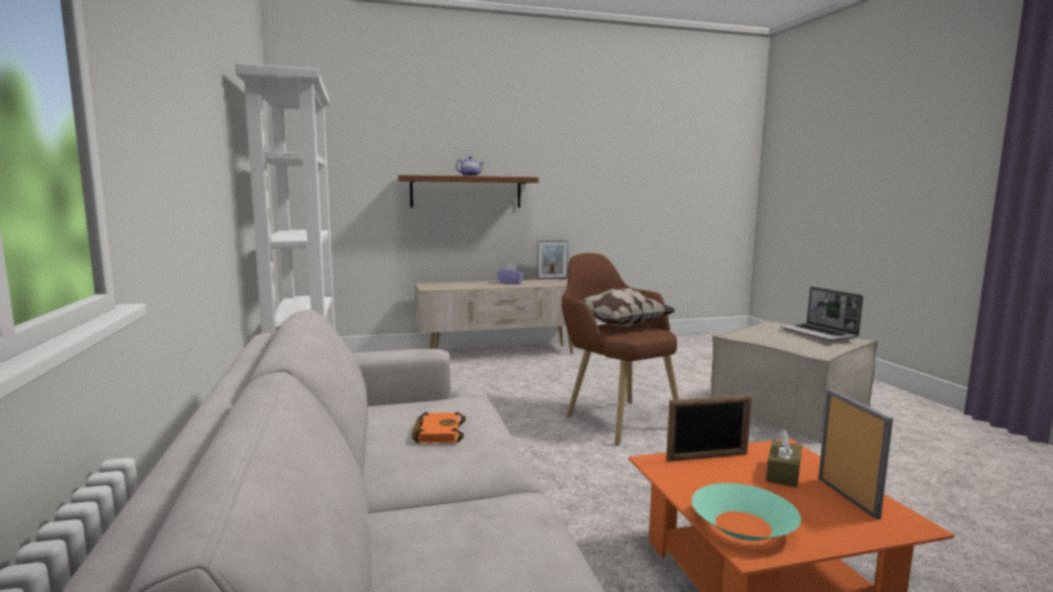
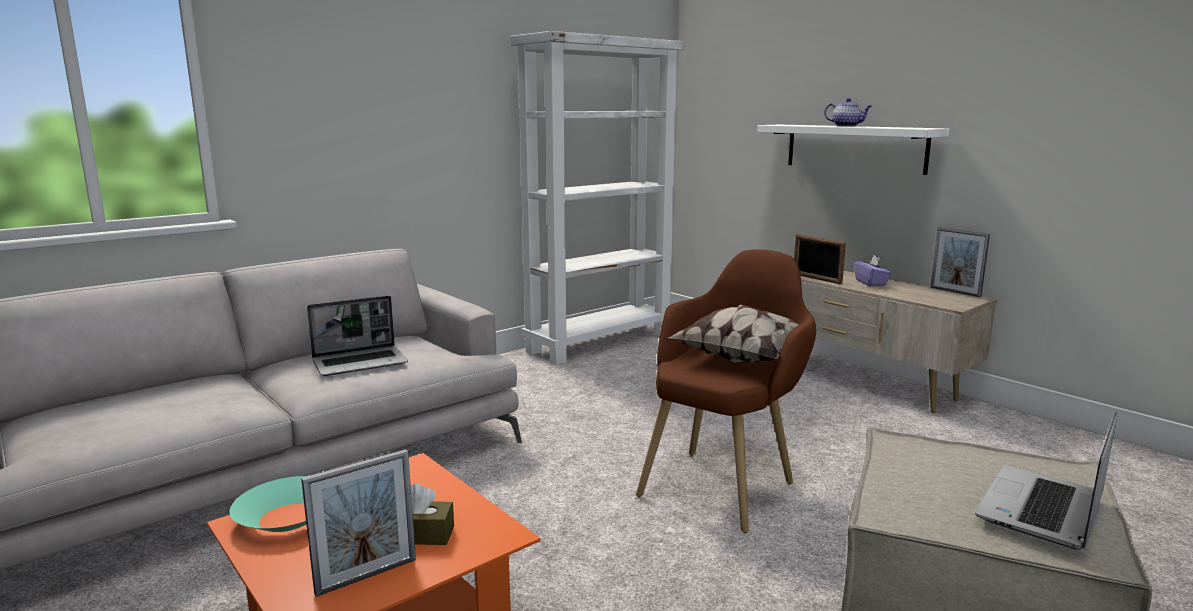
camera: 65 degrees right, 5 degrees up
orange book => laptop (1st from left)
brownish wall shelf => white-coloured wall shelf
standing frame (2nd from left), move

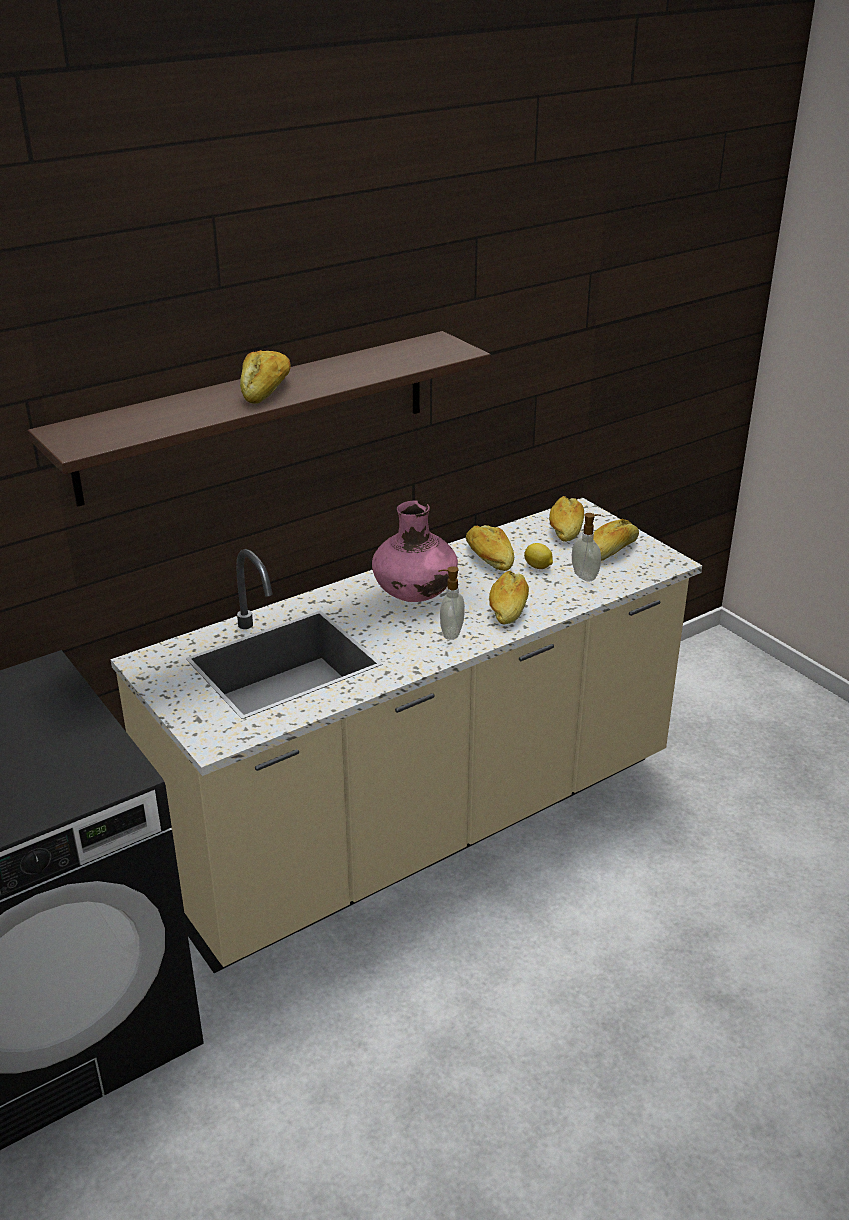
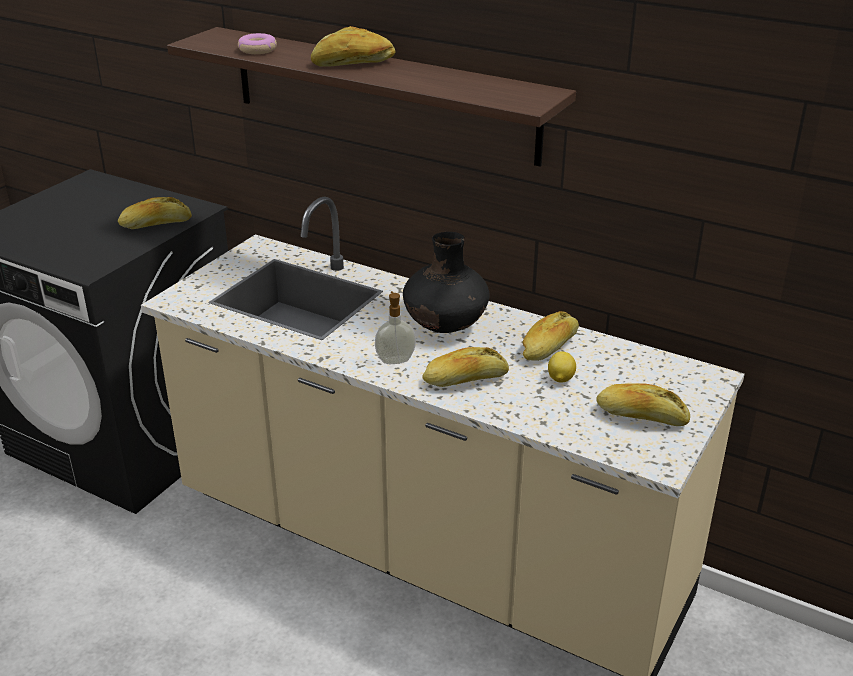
camera: 65 degrees right, 0 degrees up
bread (4th from left in the first image) => bread (1st from left), move
nothing => ring doughnut
pinkish decorative vase => blackish decorative vase
soap dispenser (2nd from left) => nothing

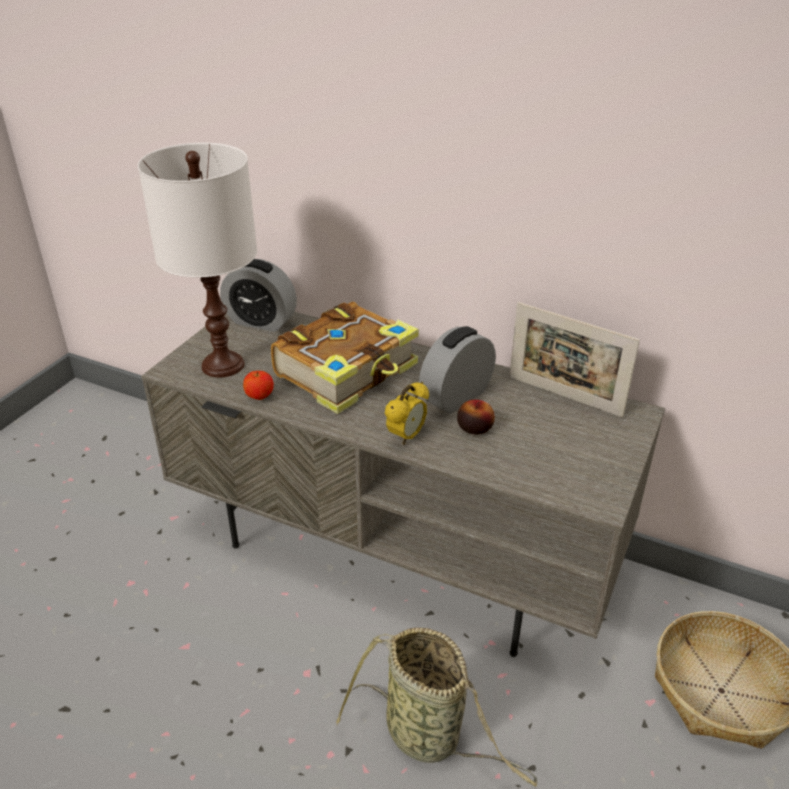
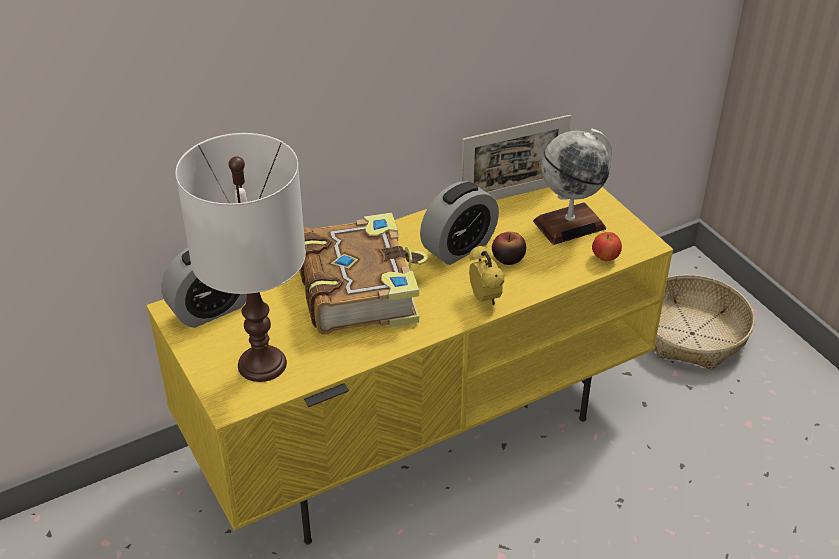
camera: 55 degrees left, 5 degrees up
greyish media console => yellow-coloured media console
alarm clock (3rd from left in the first image) => alarm clock (2nd from left), 120 degrees counterclockwise
nothing => globe
apple (1st from left in the first image) => apple (2nd from left), move
basket (1st from left) => nothing

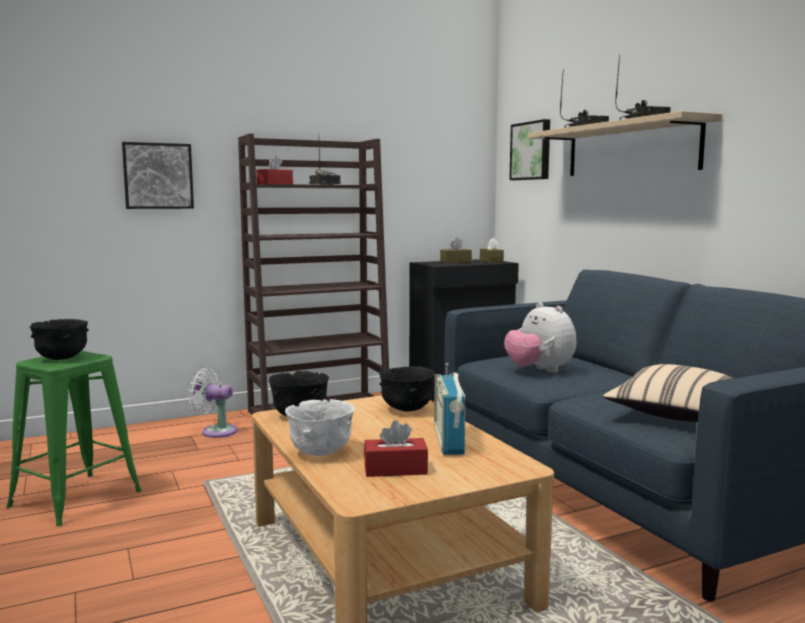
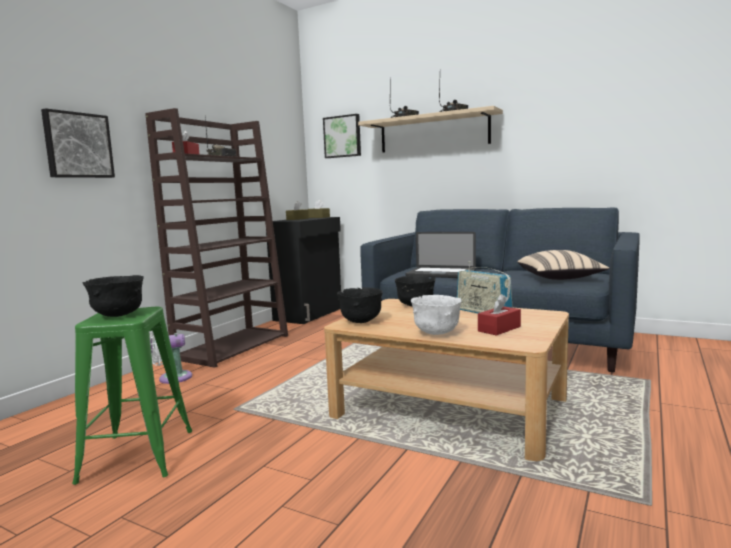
camera: 35 degrees left, 0 degrees up
soft toy => laptop

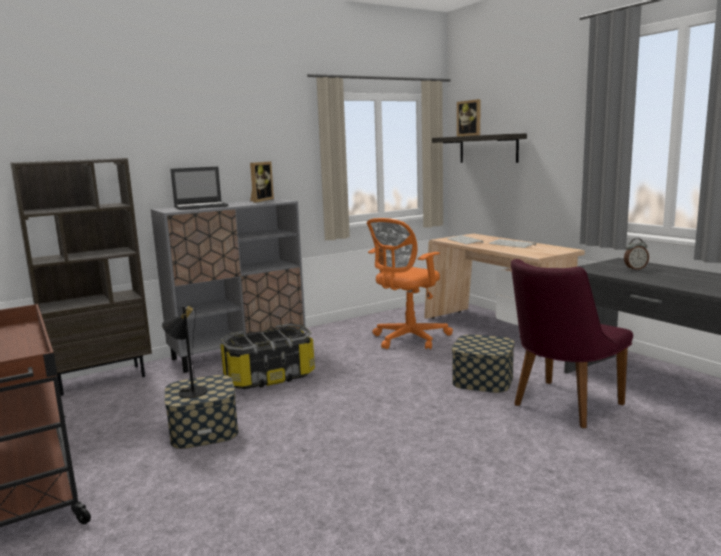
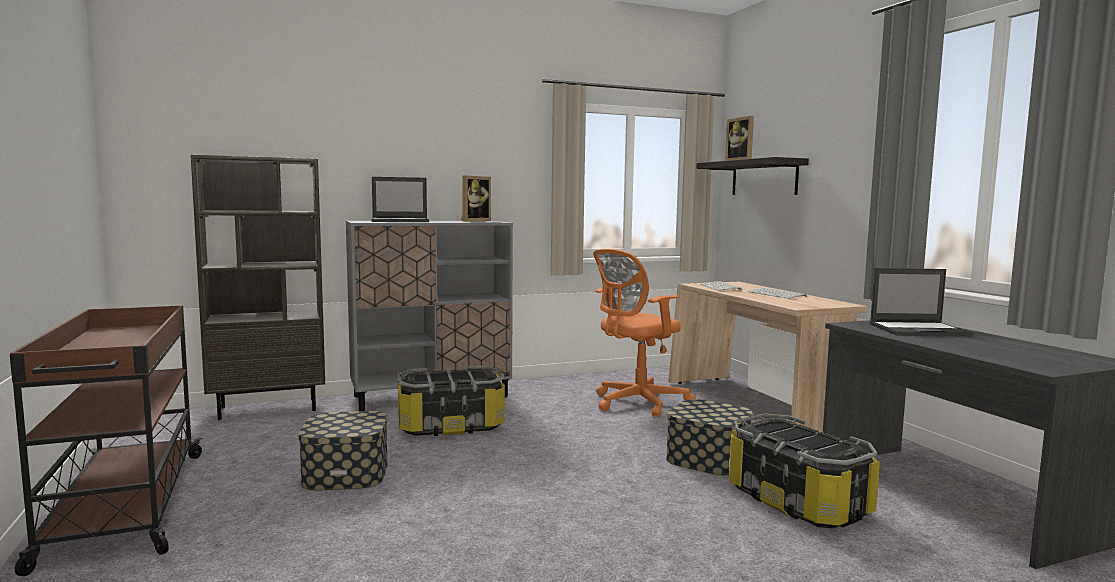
camera: 10 degrees right, 5 degrees down
purple chair => storage box (4th from left)
alarm clock => laptop (2nd from left)
blackish tabletop lamp => nothing

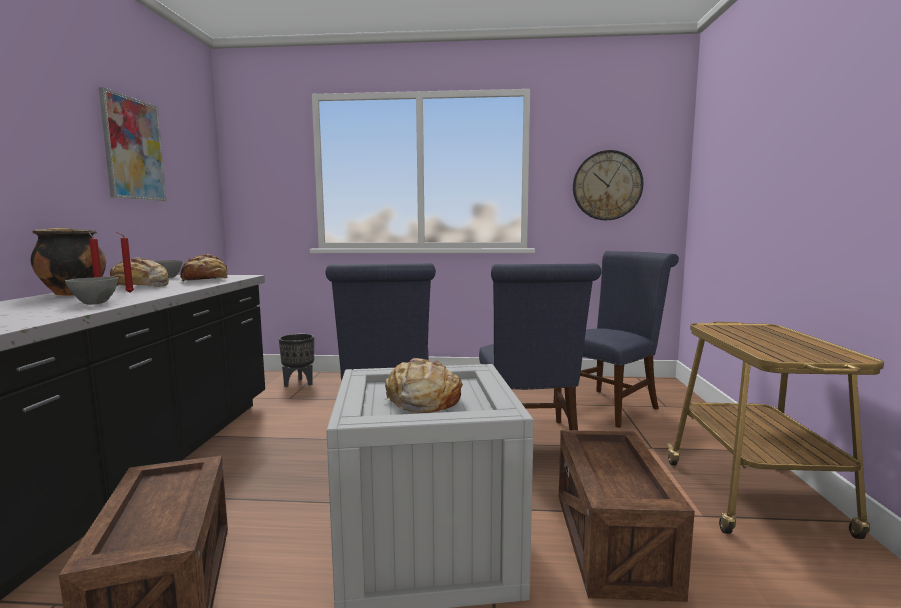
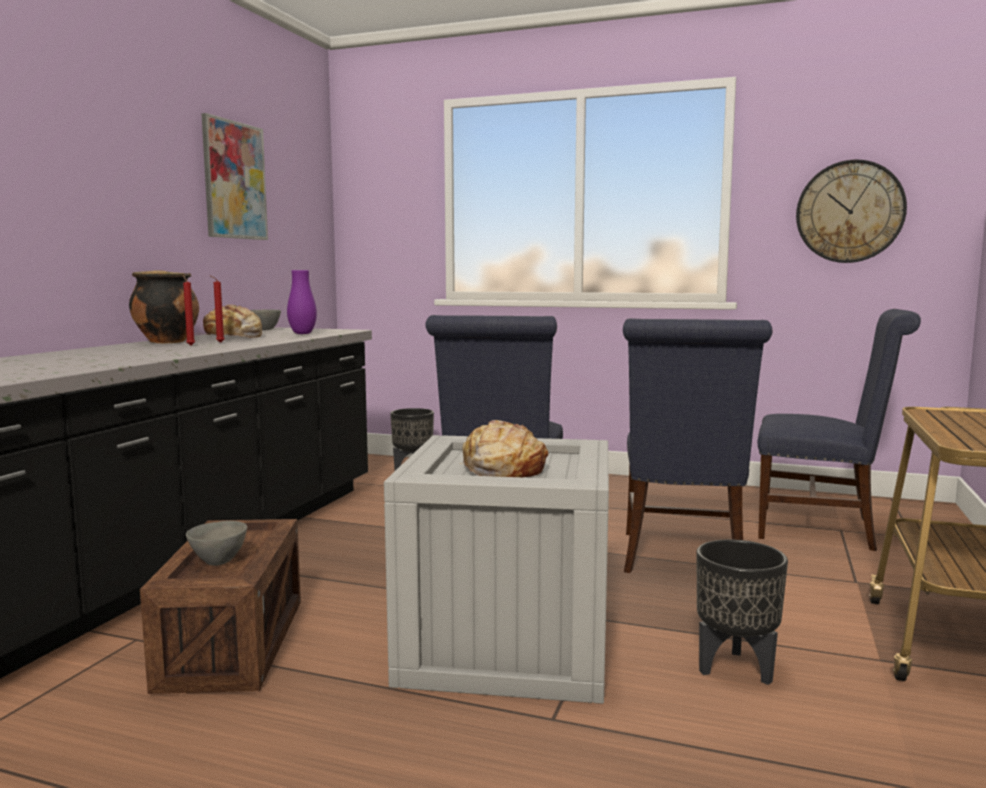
camera: 15 degrees right, 0 degrees up
greyish bowl (1st from left), move
bread (2nd from left) => purple decorative vase
crate (3rd from left) => blackish plant pot (2nd from left)
blue-coloured chair (3rd from left), 45 degrees clockwise

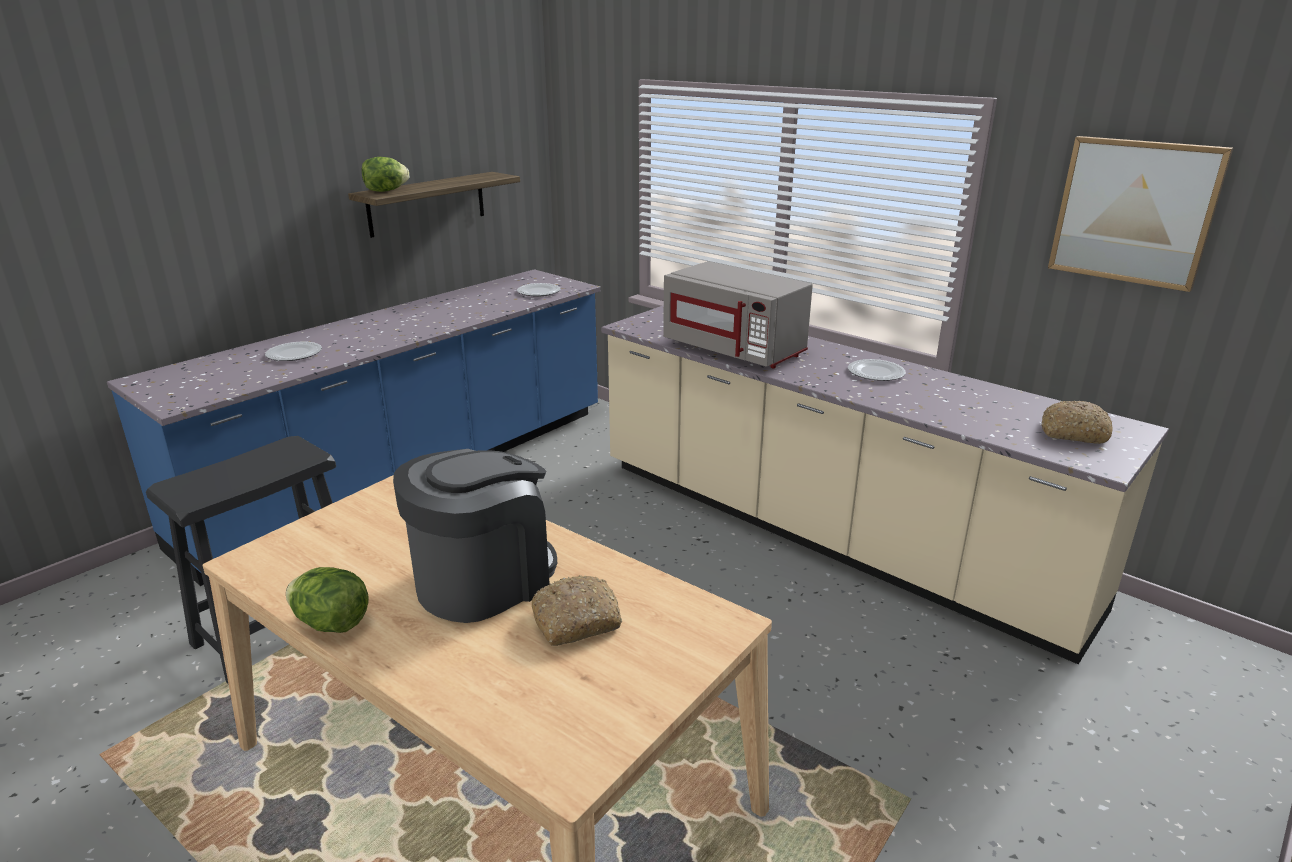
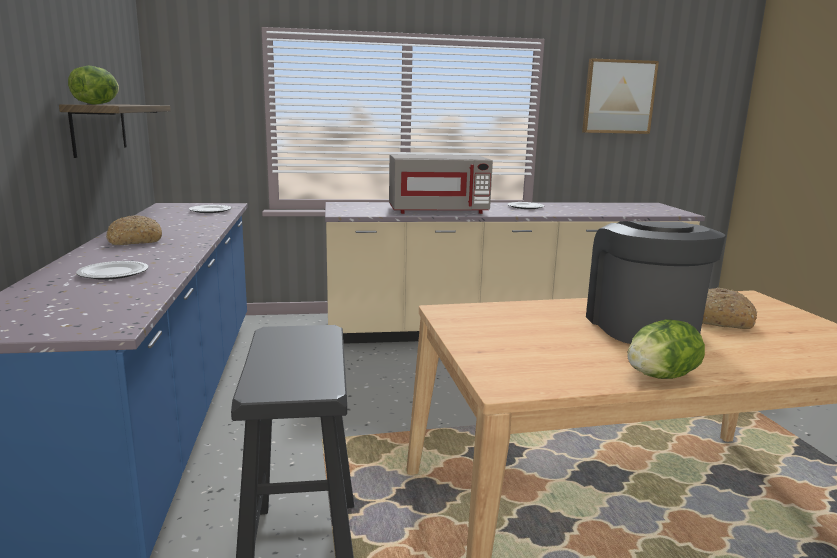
camera: 50 degrees left, 10 degrees down
bread (2nd from left in the first image) => bread (1st from left), move

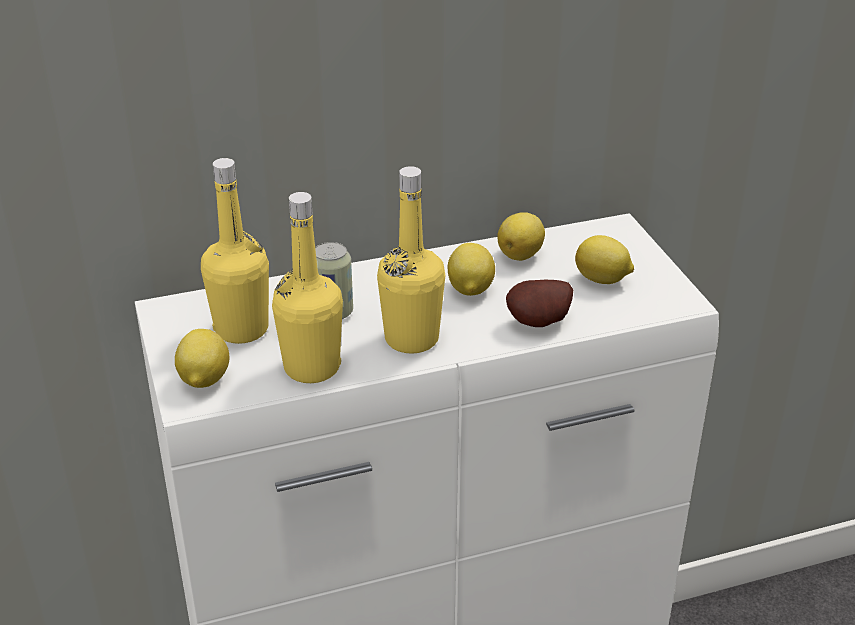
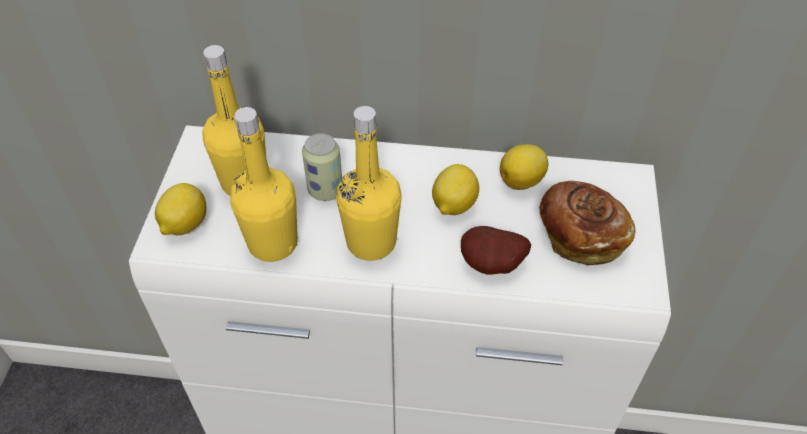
camera: 25 degrees right, 15 degrees up
lemon (4th from left) => bread

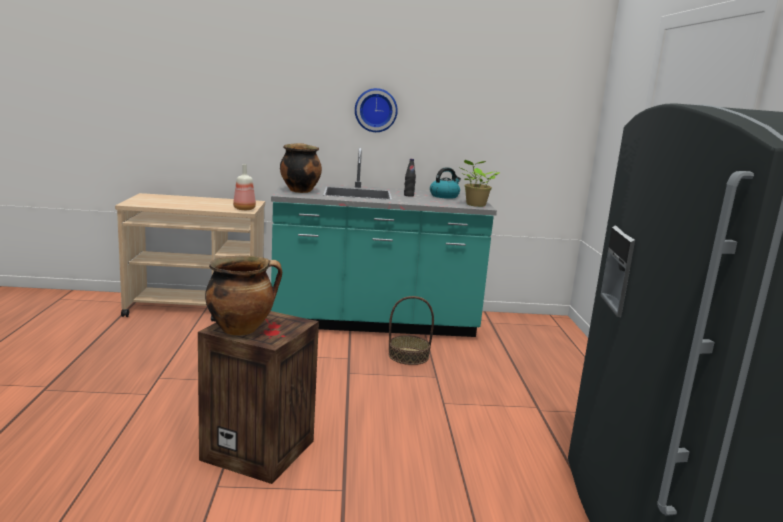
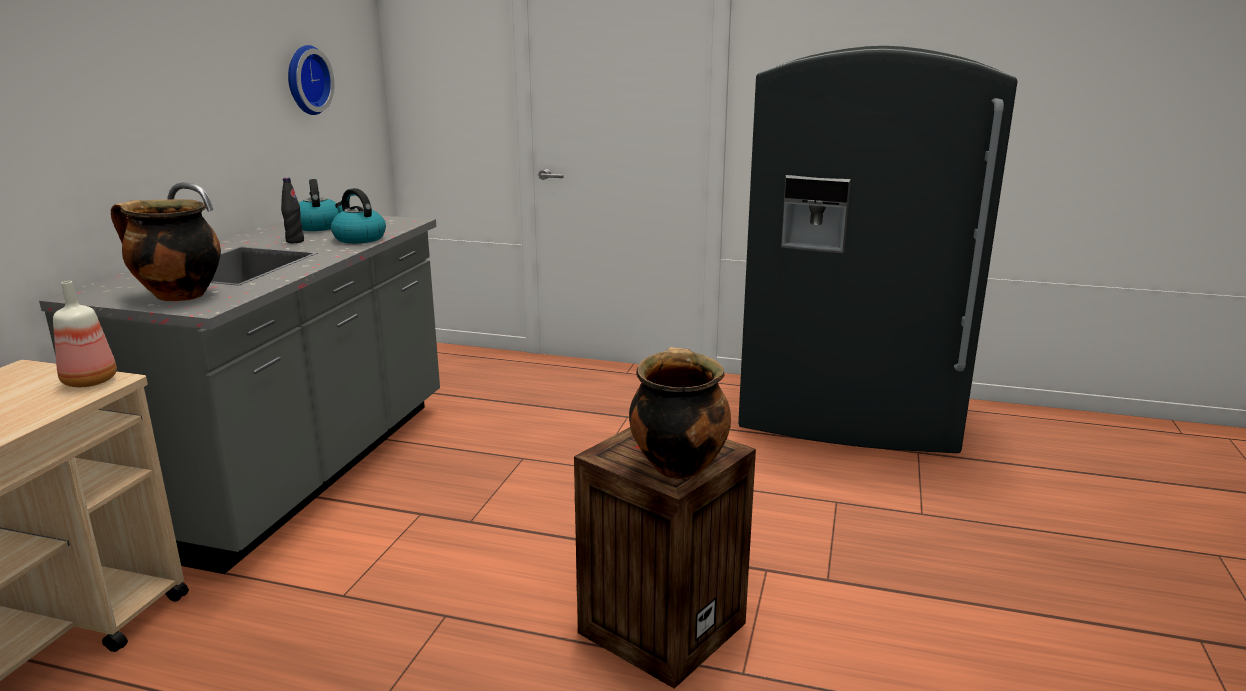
camera: 70 degrees left, 5 degrees up
turquoise counter => greyish counter
clock on the wall, move
nothing => tea kettle (2nd from left)
basket => nothing
houseplant => nothing

